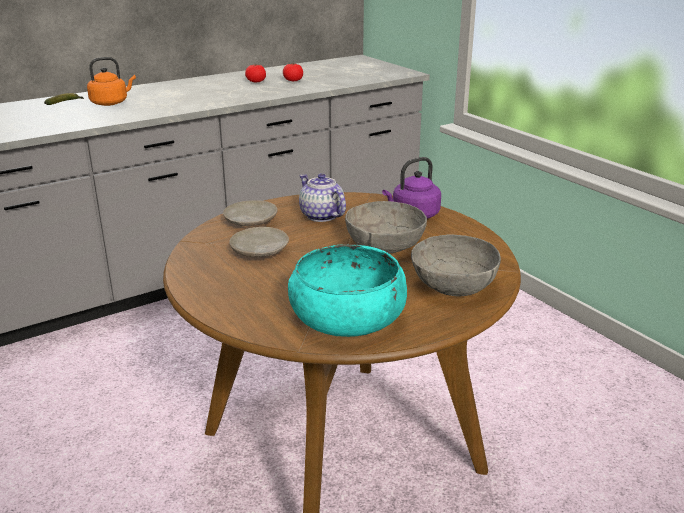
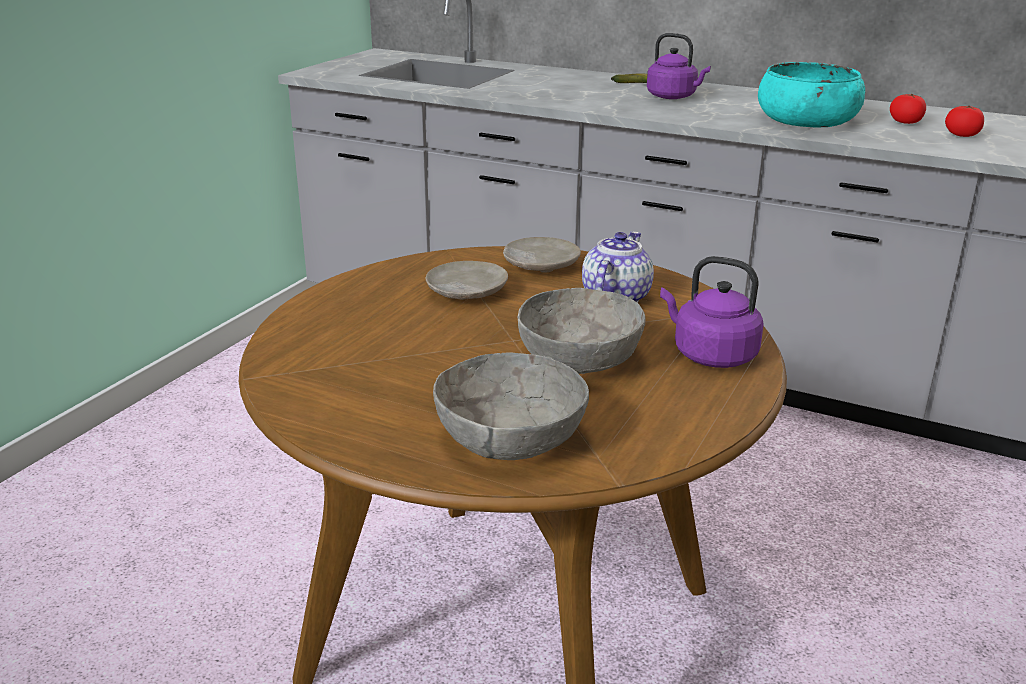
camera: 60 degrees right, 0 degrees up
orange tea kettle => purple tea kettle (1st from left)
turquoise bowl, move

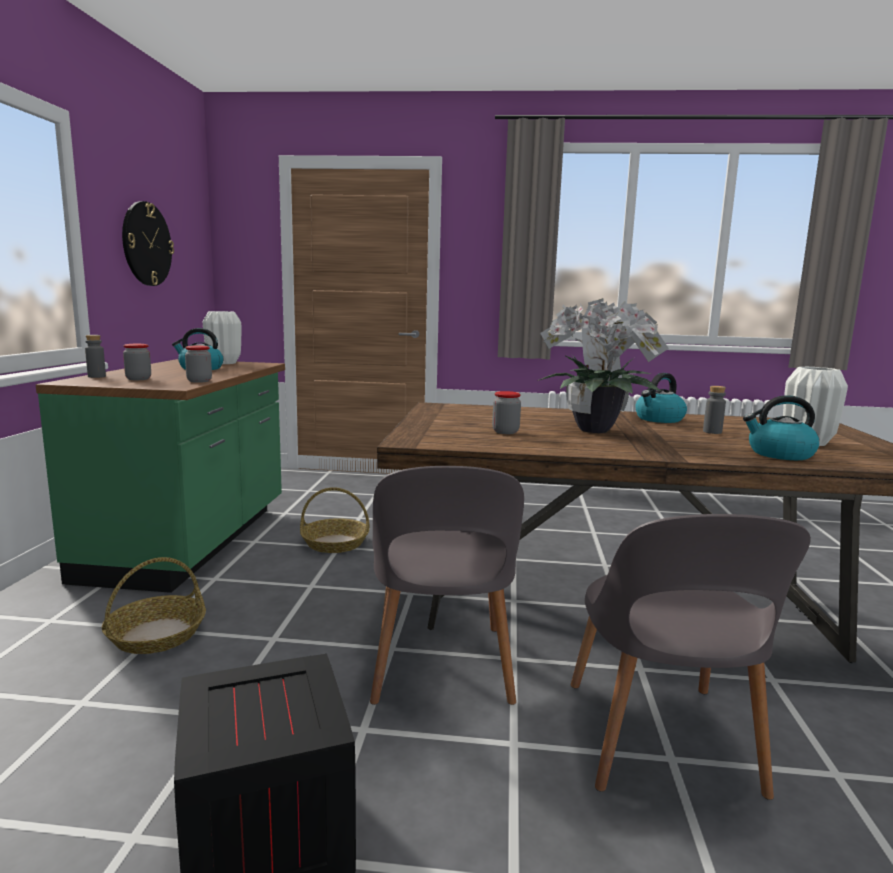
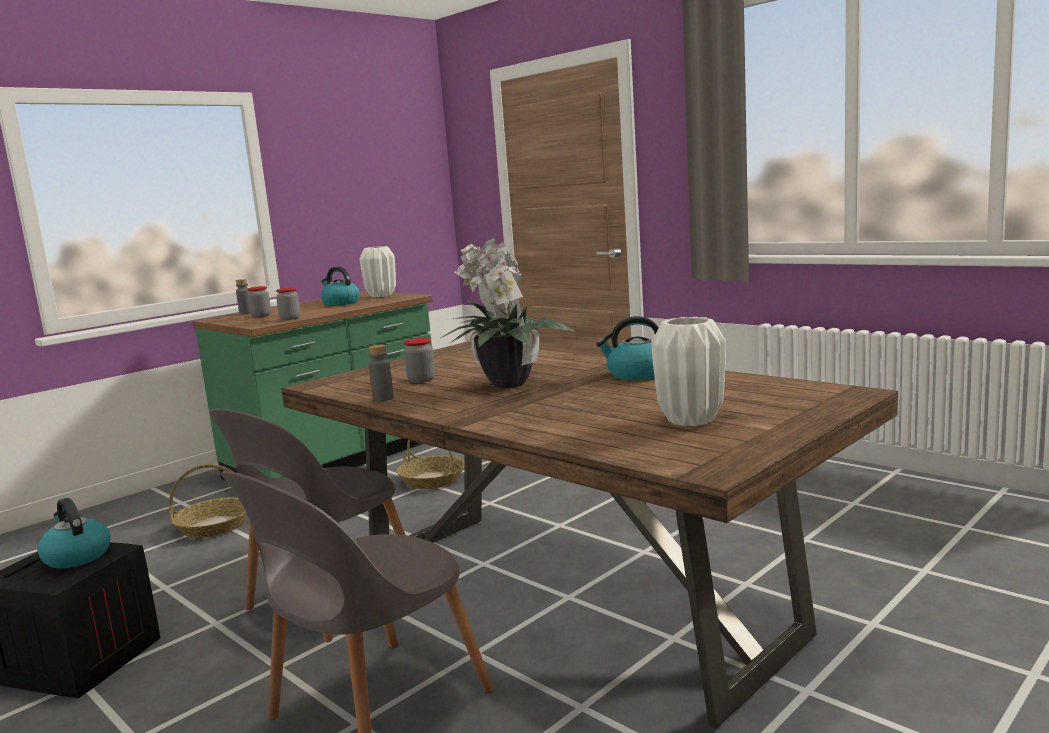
camera: 40 degrees right, 0 degrees up
tea kettle (3rd from left in the first image) => tea kettle (1st from left), move
greyish beverage bottle (2nd from left), move
clock on the wall => nothing

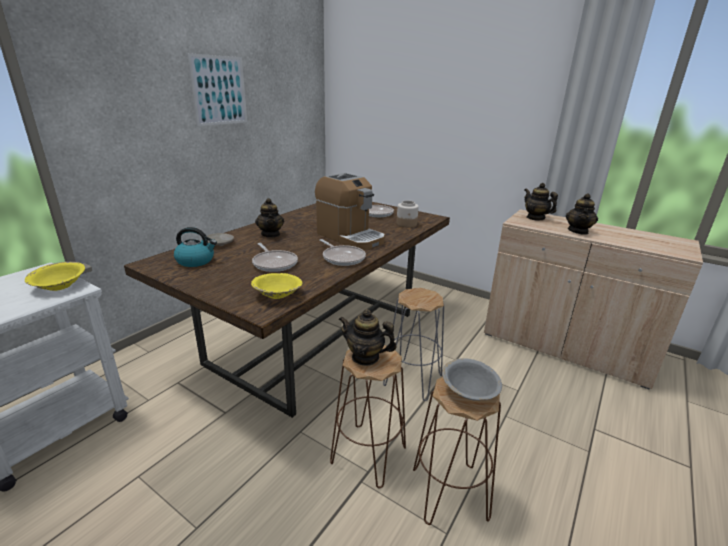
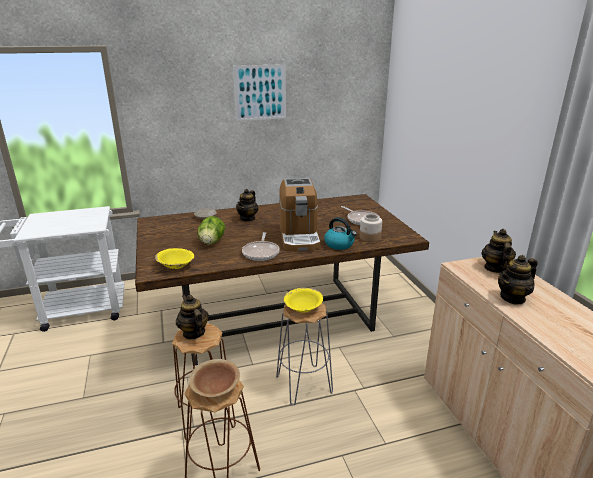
camera: 40 degrees right, 0 degrees up
greyish bowl => brownish bowl
skillet (1st from left) => lettuce
yellow-coloured bowl (1st from left in the first image) => yellow-coloured bowl (2nd from left), move
tea kettle, move

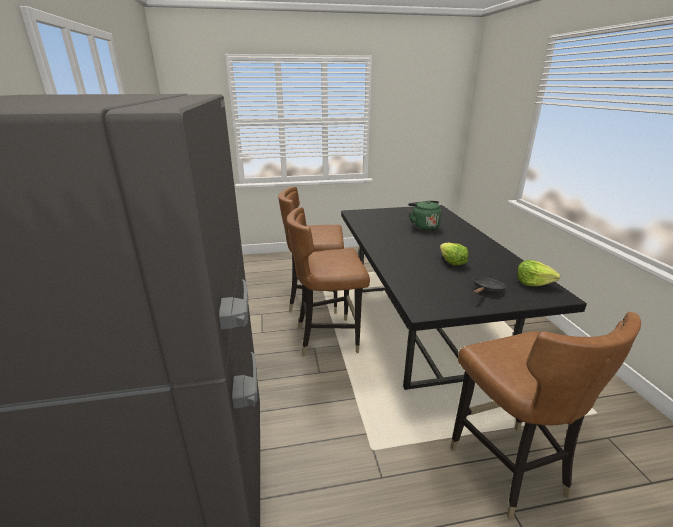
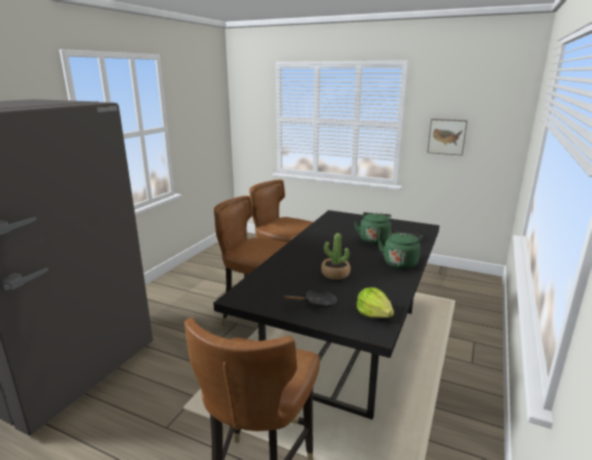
camera: 35 degrees right, 5 degrees down
lettuce (1st from left) => houseplant
nothing => greenish tea kettle (2nd from left)
nothing => wall art

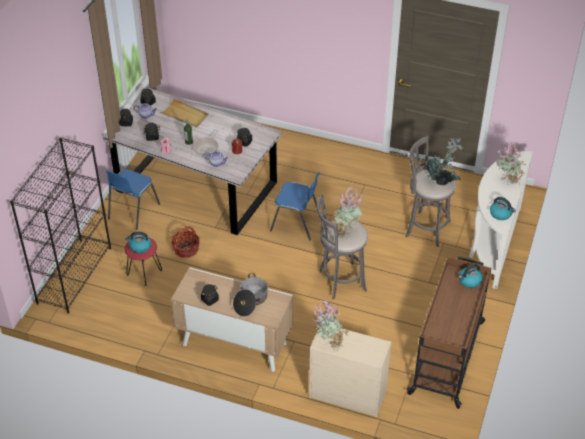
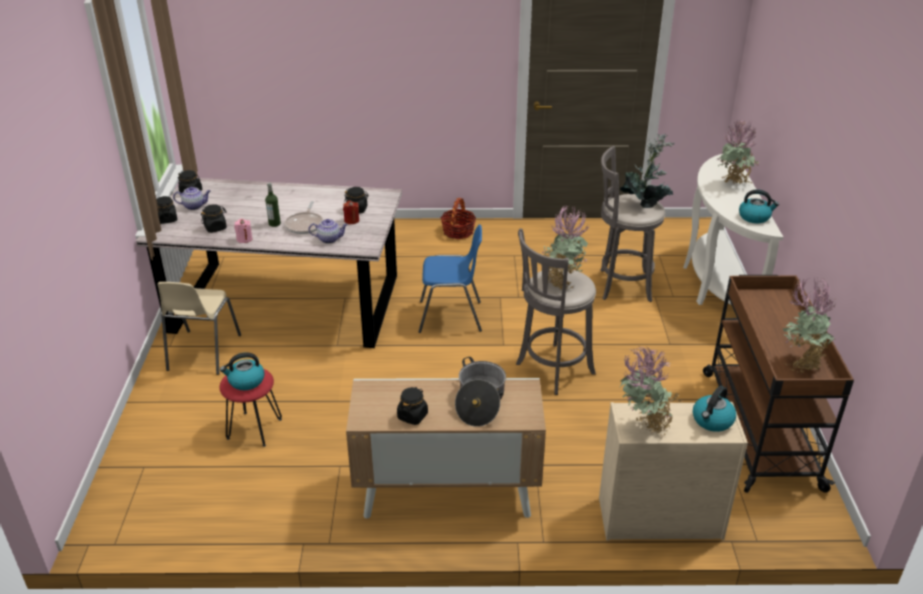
camera: 20 degrees left, 10 degrees down
blue-coloured chair (1st from left) => beige chair
basket, move
tea kettle (2nd from left), move
nothing => houseplant (5th from left)
blackish shelving unit => nothing
beige serving tray => nothing

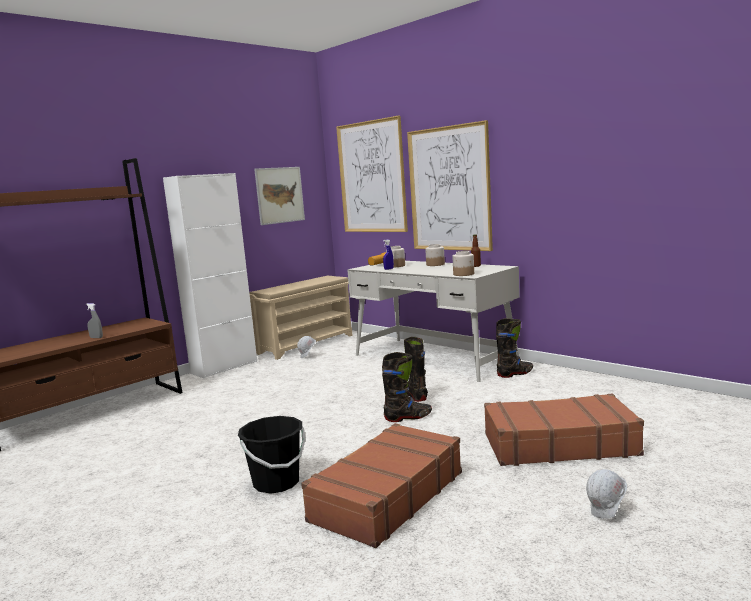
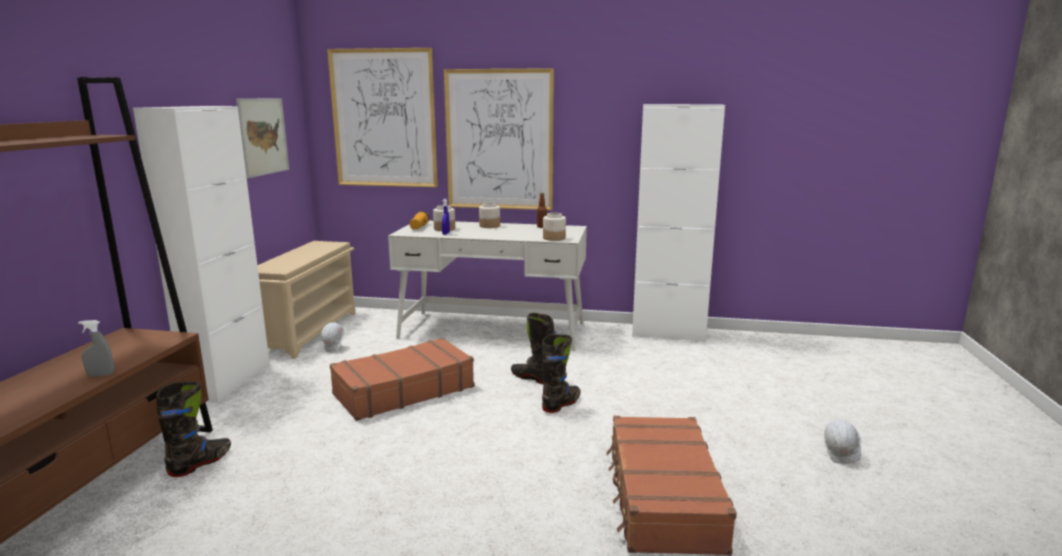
camera: 35 degrees left, 5 degrees up
blackish high-top boot (3rd from left in the first image) => blackish high-top boot (1st from left), move
brownish piece of luggage (2nd from left in the first image) => brownish piece of luggage (1st from left), move
nothing => white-coloured cupboard (2nd from left)
blackish water bucket => nothing

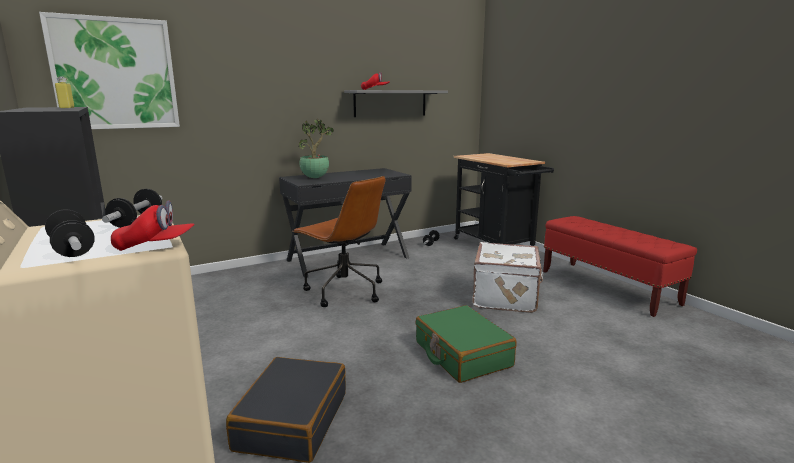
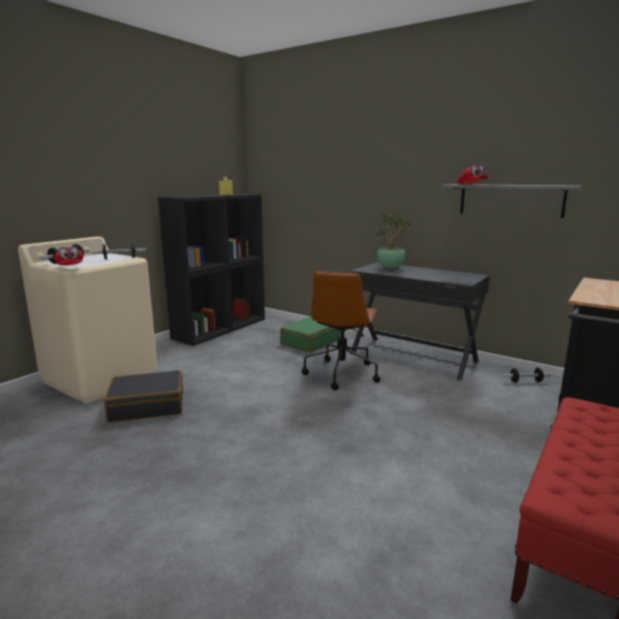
camera: 65 degrees right, 0 degrees up
greenish piece of luggage, move
wall art => nothing
white-coloured piece of luggage => nothing

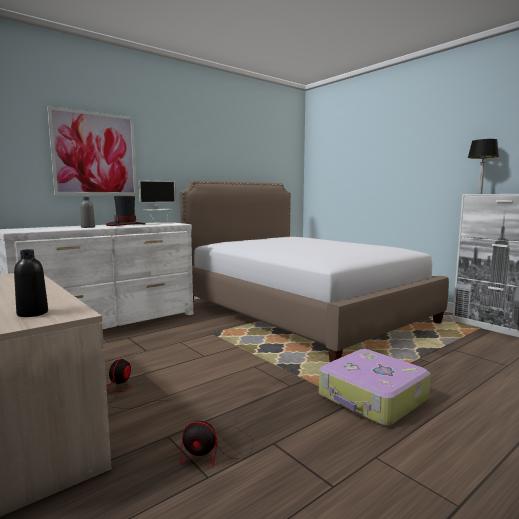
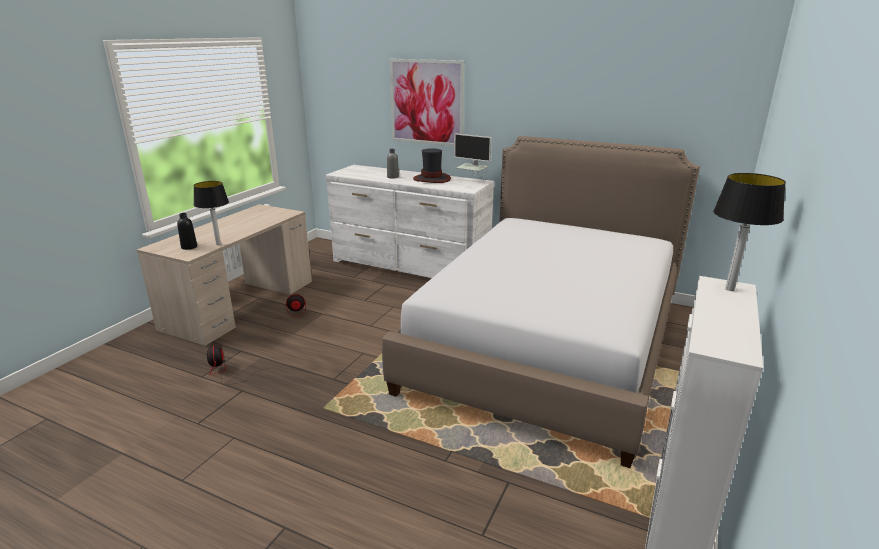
camera: 65 degrees right, 15 degrees up
nothing => tabletop lamp (1st from left)
piece of luggage => nothing

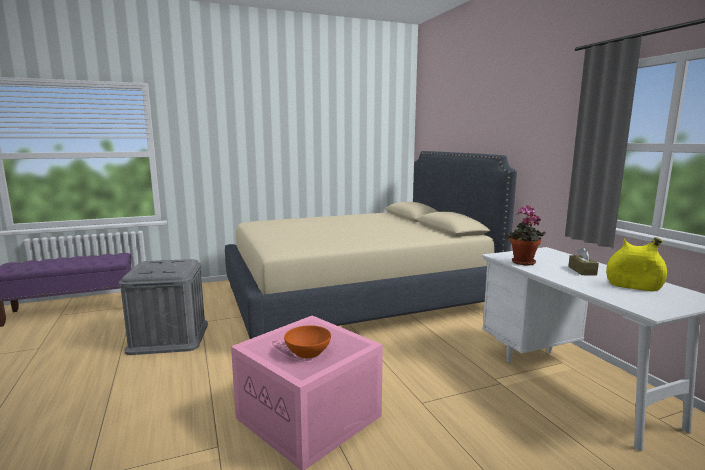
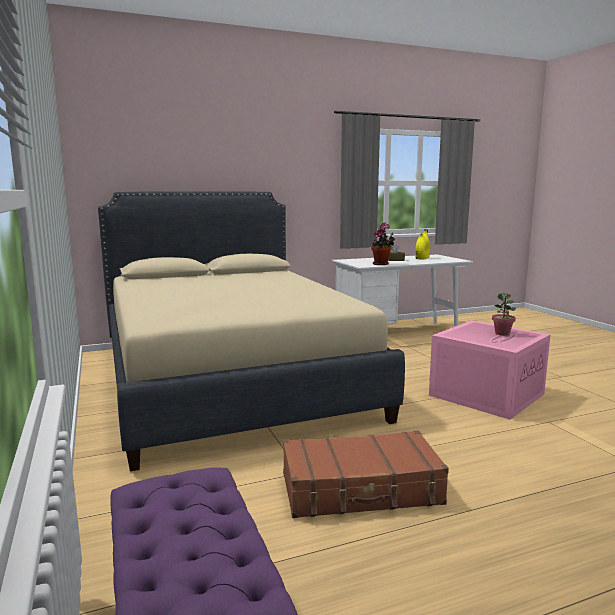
camera: 90 degrees left, 0 degrees up
greyish storage box => brownish piece of luggage
orange bowl => houseplant (2nd from left)

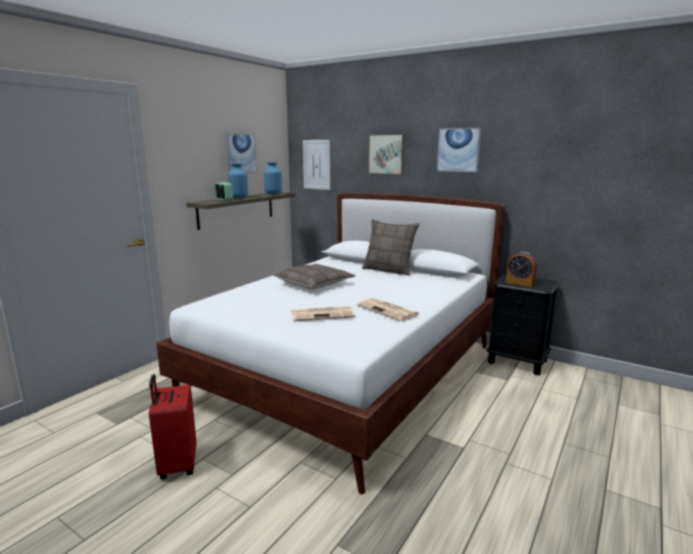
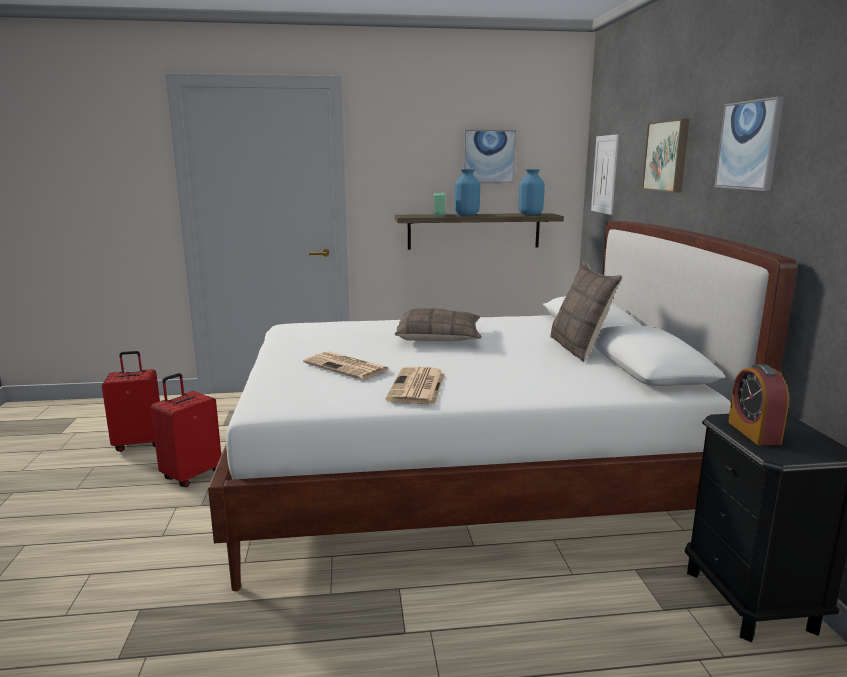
camera: 50 degrees right, 0 degrees up
nothing => red piece of luggage (1st from left)

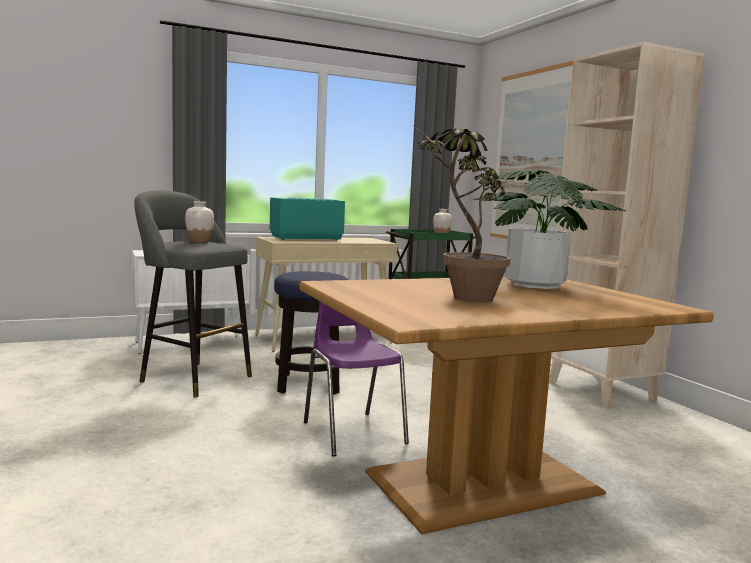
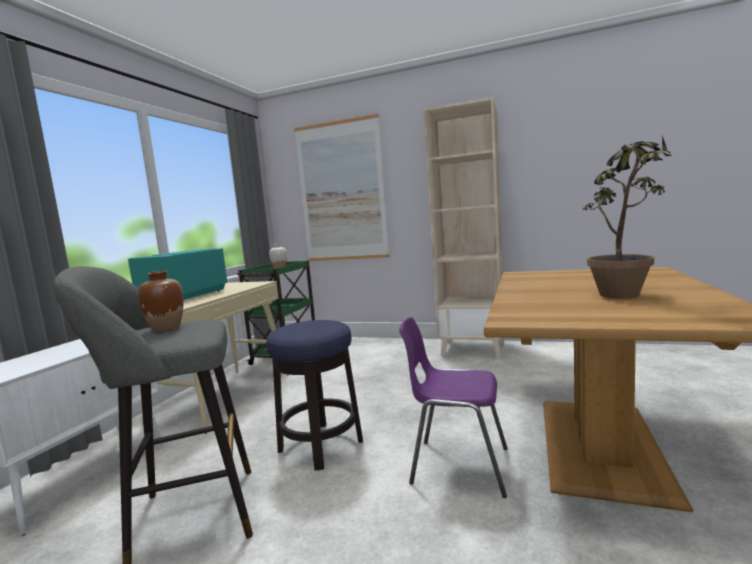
camera: 45 degrees left, 0 degrees up
white-coloured decorative vase (1st from left) => brownish decorative vase
houseplant (2nd from left) => nothing

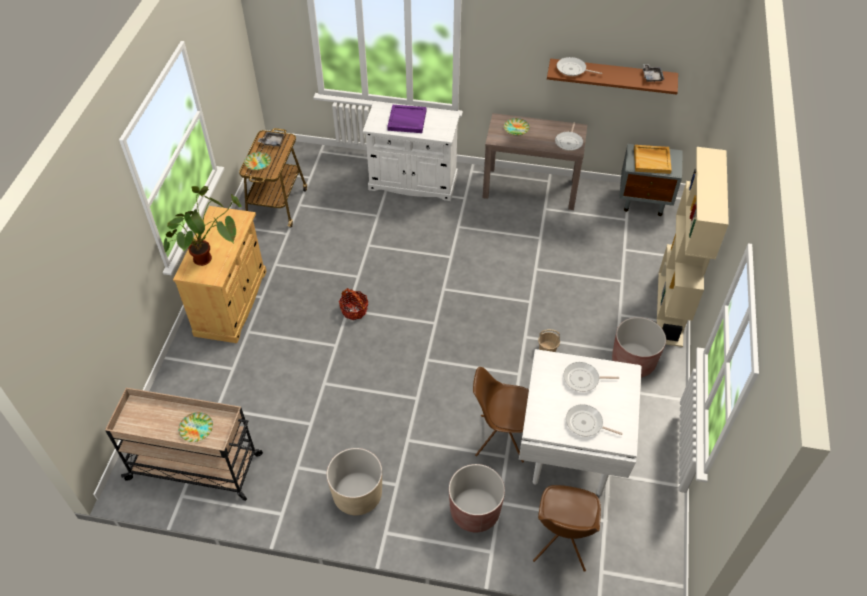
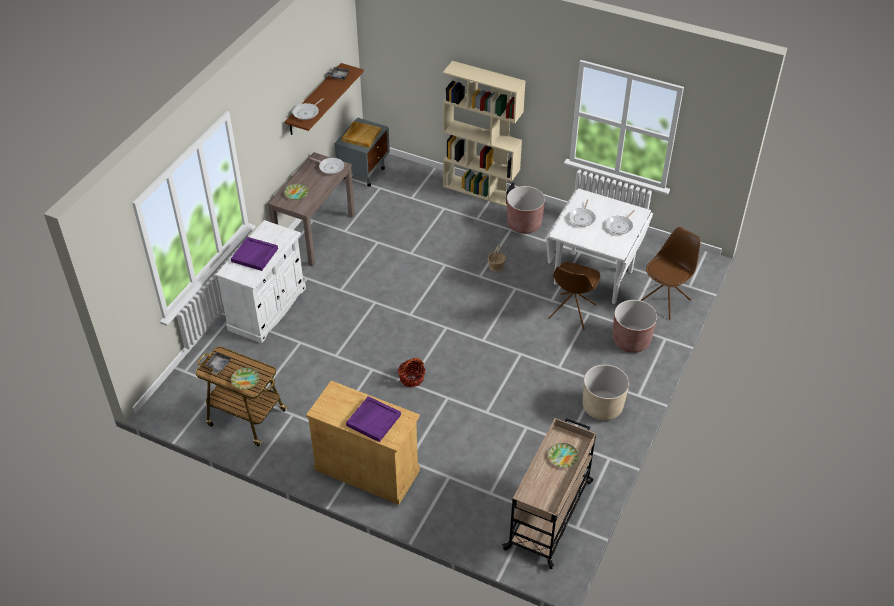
camera: 75 degrees left, 5 degrees down
houseplant => purple serving tray (2nd from left)
brownish chair (2nd from left), 75 degrees counterclockwise

